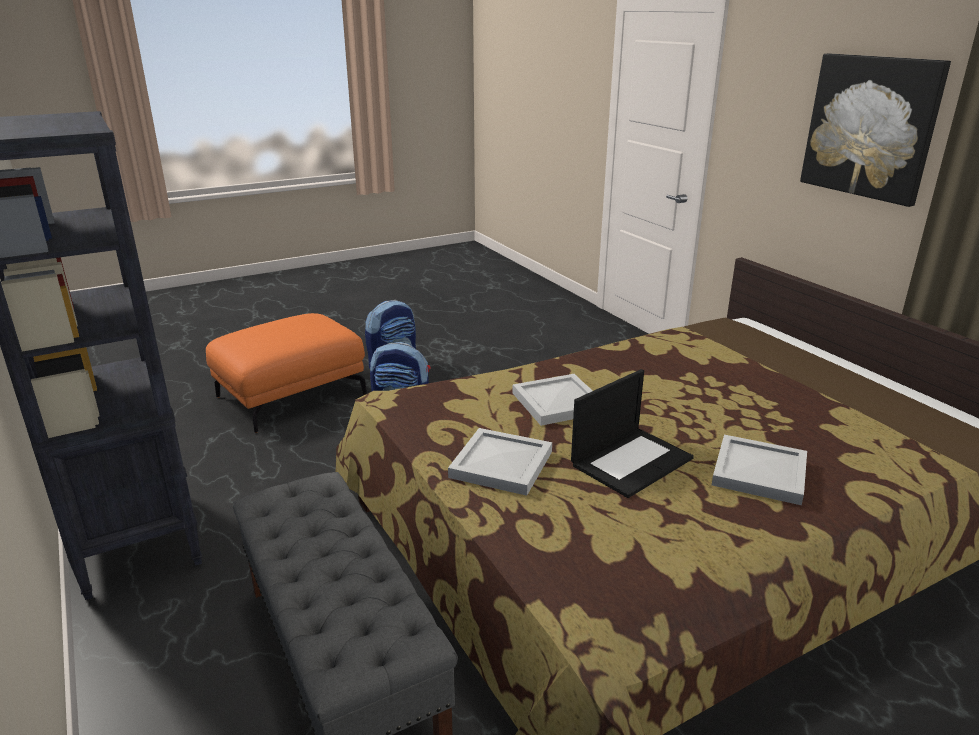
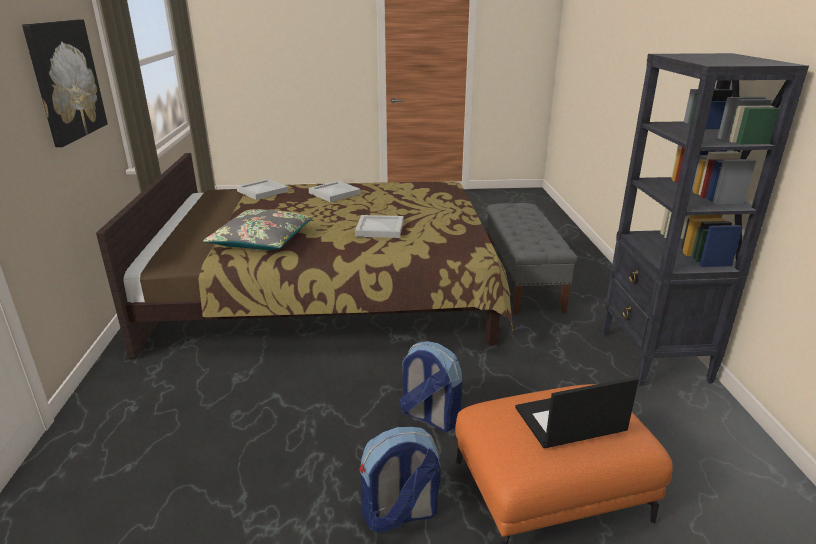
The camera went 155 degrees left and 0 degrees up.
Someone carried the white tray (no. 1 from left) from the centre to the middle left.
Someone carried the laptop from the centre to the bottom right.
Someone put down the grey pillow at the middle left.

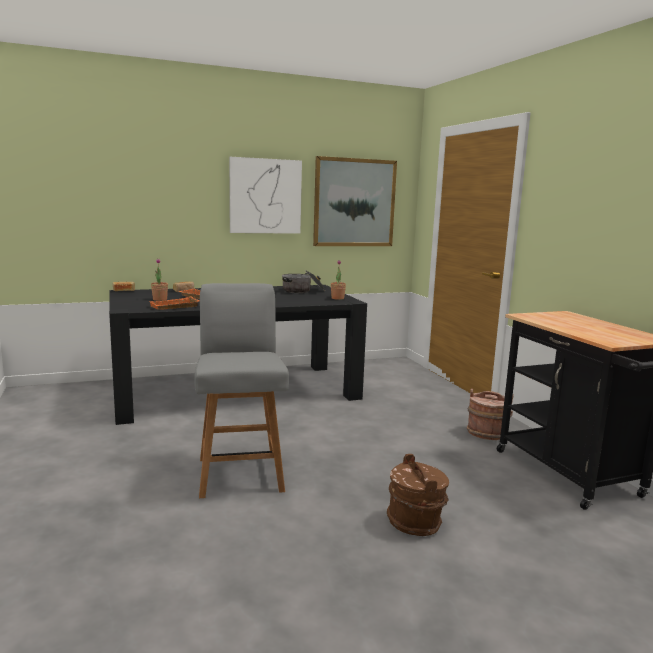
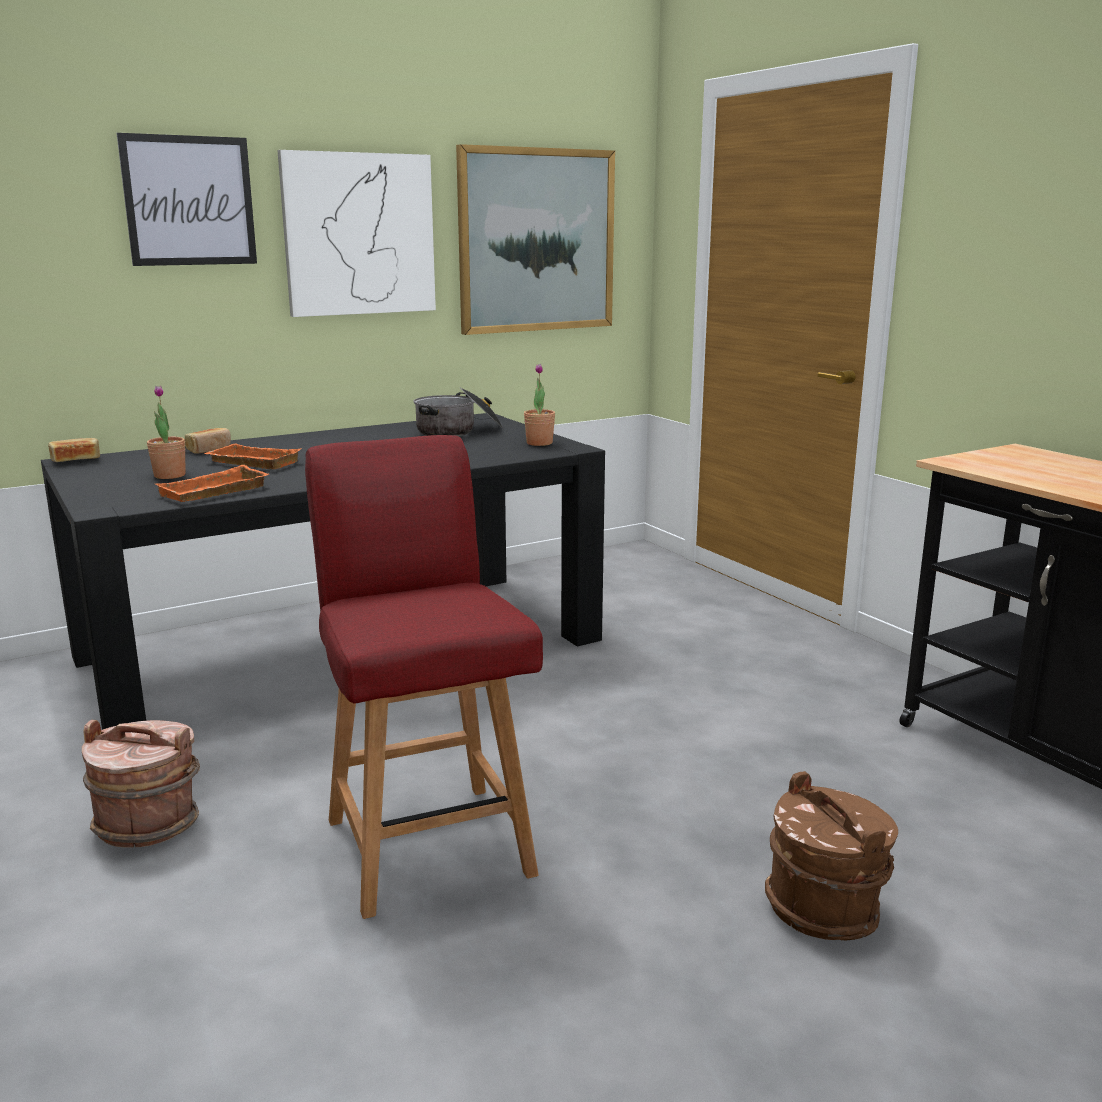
The camera went 10 degrees left and 5 degrees up.
Someone repainted the grey chair at the centre, which became the red chair at the centre.
Someone carried the brown bucket (no. 2 from left in the first image) from the middle right to the bottom left.
Someone put up the picture (no. 1 from left) at the top left.

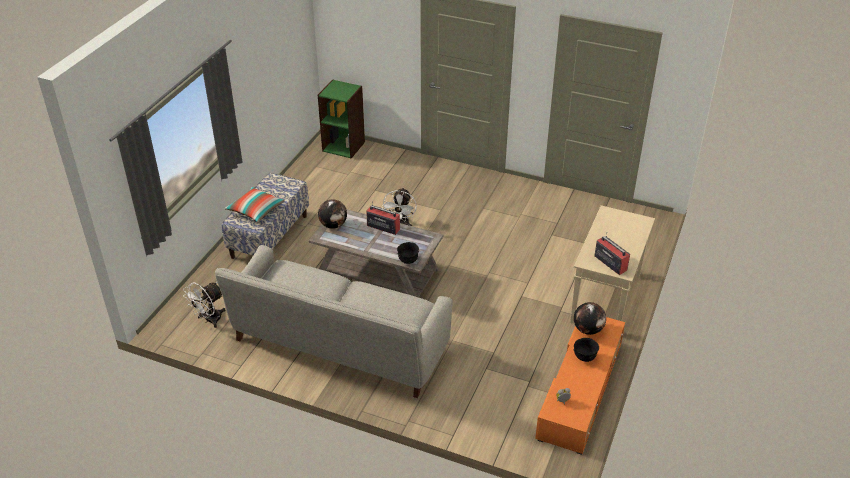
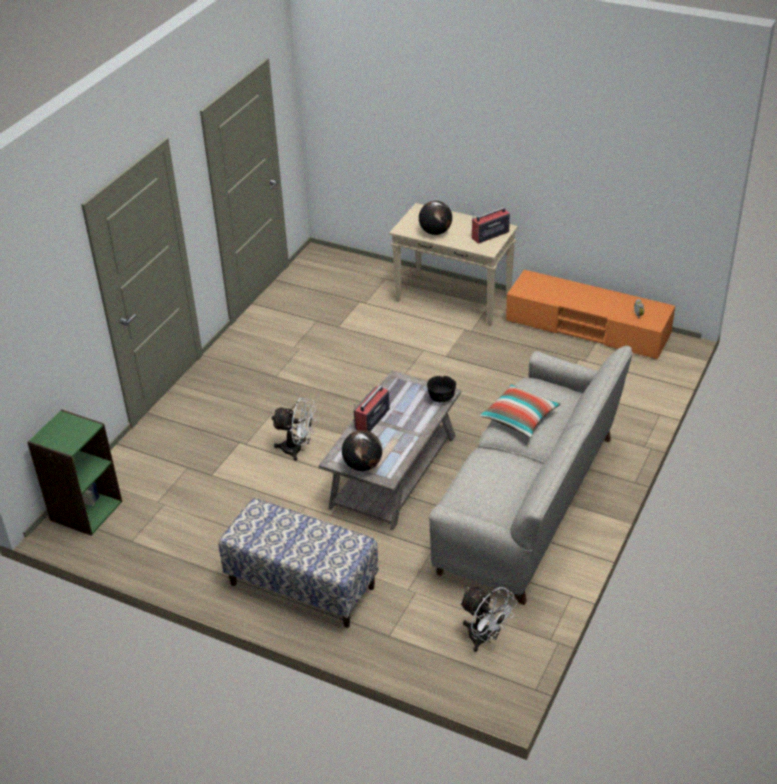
The camera went 85 degrees left and 0 degrees up.
Someone carried the pillow from the middle left to the middle right.
Someone carried the globe (no. 2 from left) from the middle right to the top centre.
Someone took away the black bowl (no. 2 from left) at the bottom right.

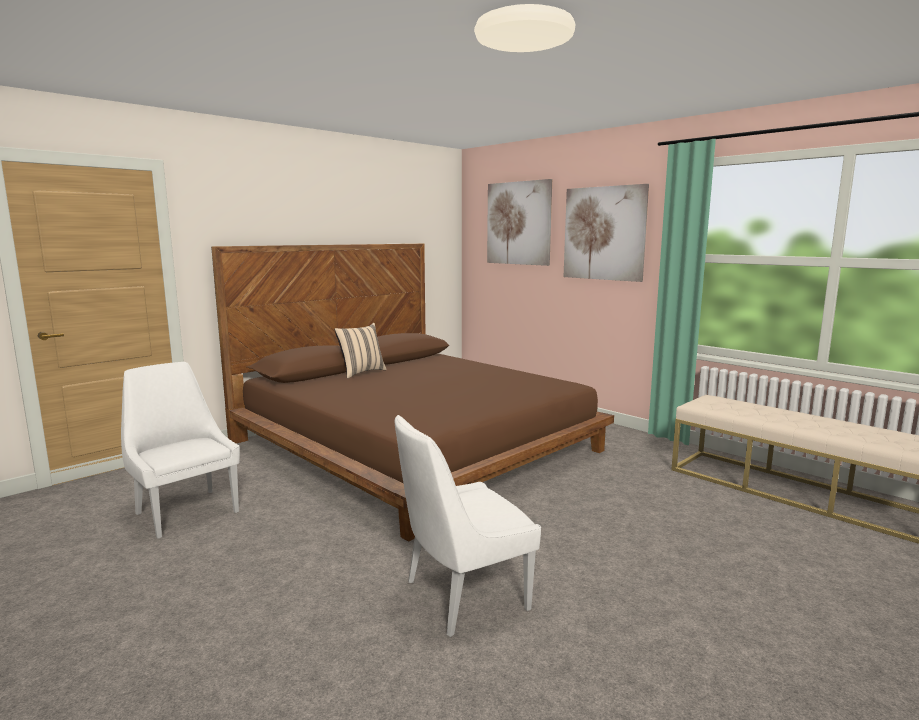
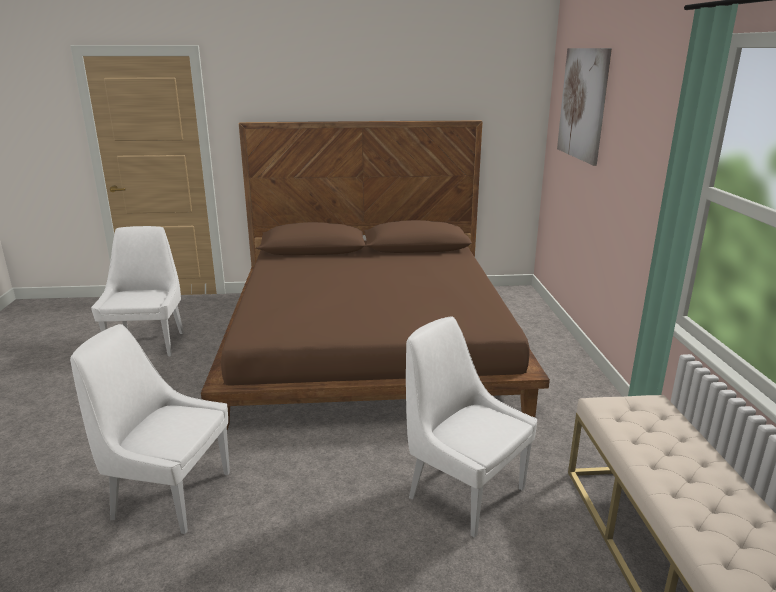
The camera went 40 degrees right and 10 degrees up.
Someone took away the beige pillow at the centre.
Someone took away the picture (no. 2 from left) at the top centre.
Someone put down the white chair (no. 3 from left) at the bottom centre.

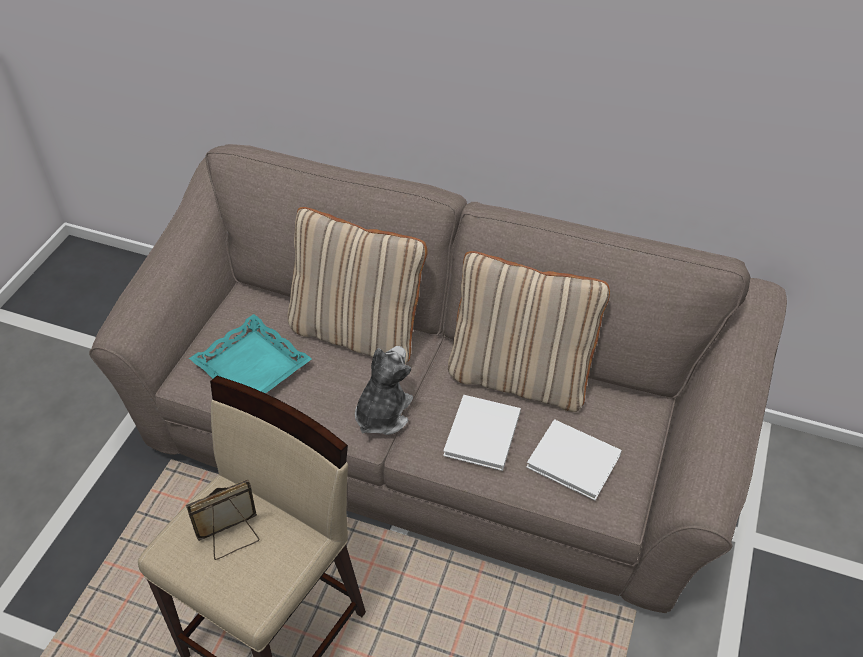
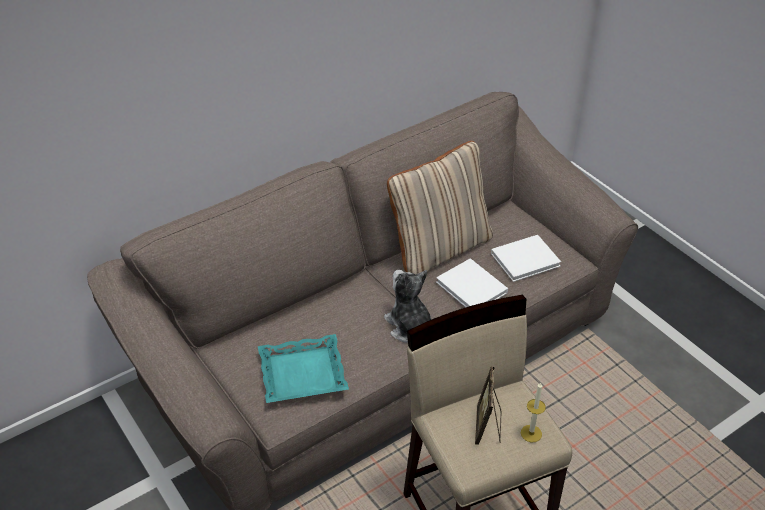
The camera went 55 degrees left and 5 degrees down.
Someone took away the beige pillow (no. 1 from left) at the centre.
Someone put down the candle at the bottom right.

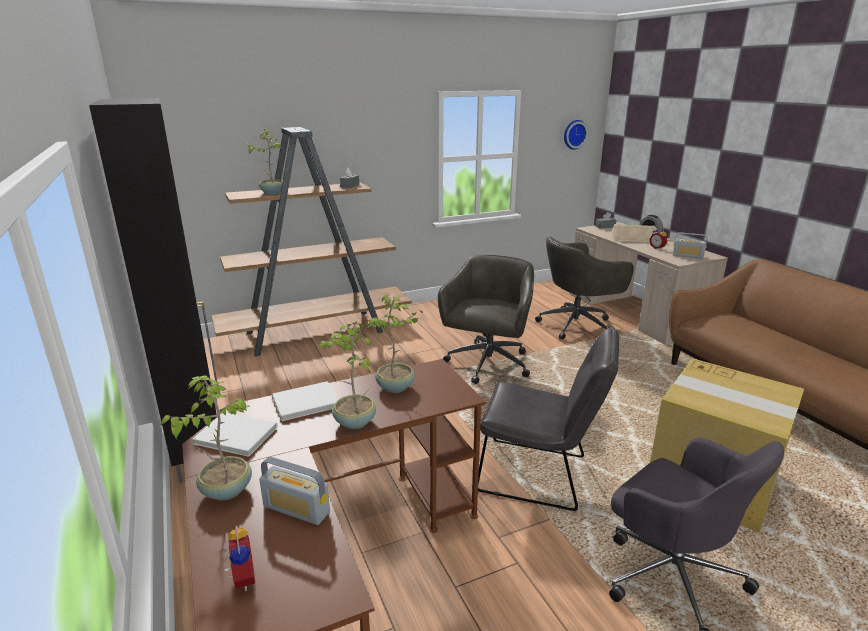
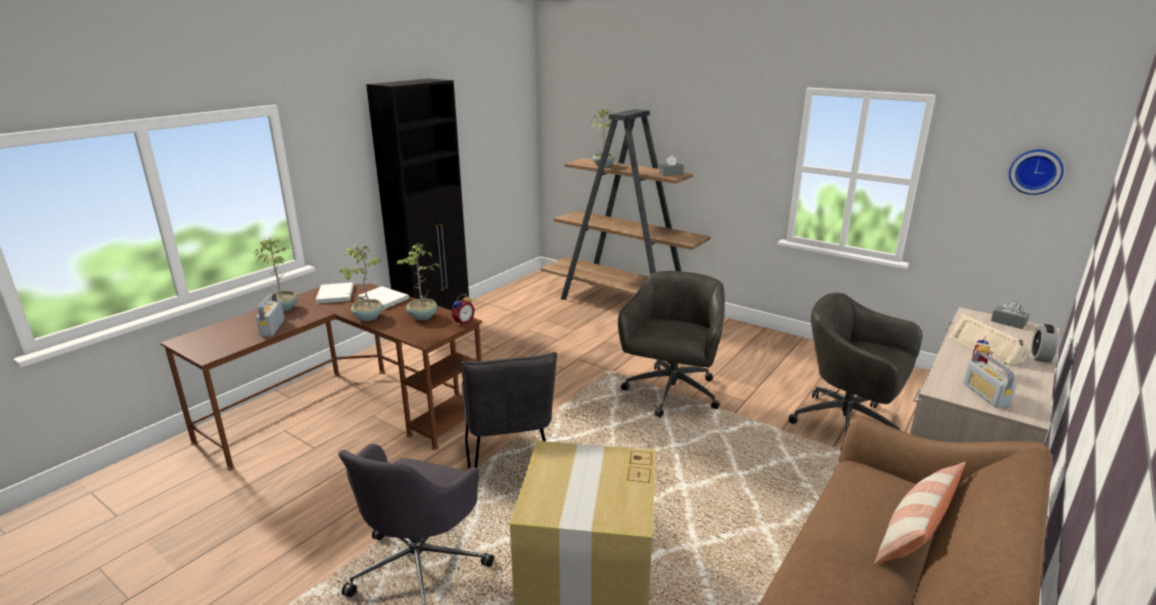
The camera went 60 degrees right and 0 degrees up.
Someone carried the alarm clock (no. 1 from left) from the bottom left to the centre.
Someone rotated the grey office chair (no. 1 from left in the first image) at the centre by 60 degrees counterclockwise.
Someone put down the pillow at the bottom right.

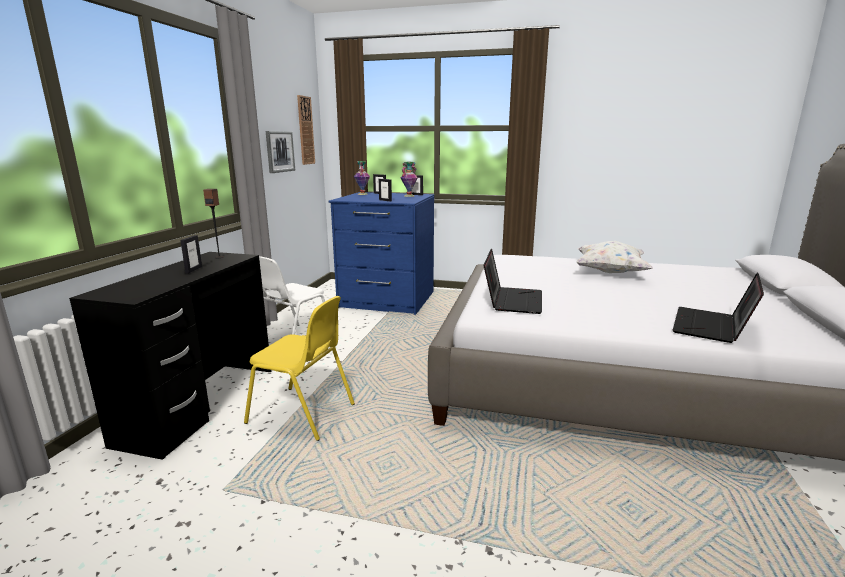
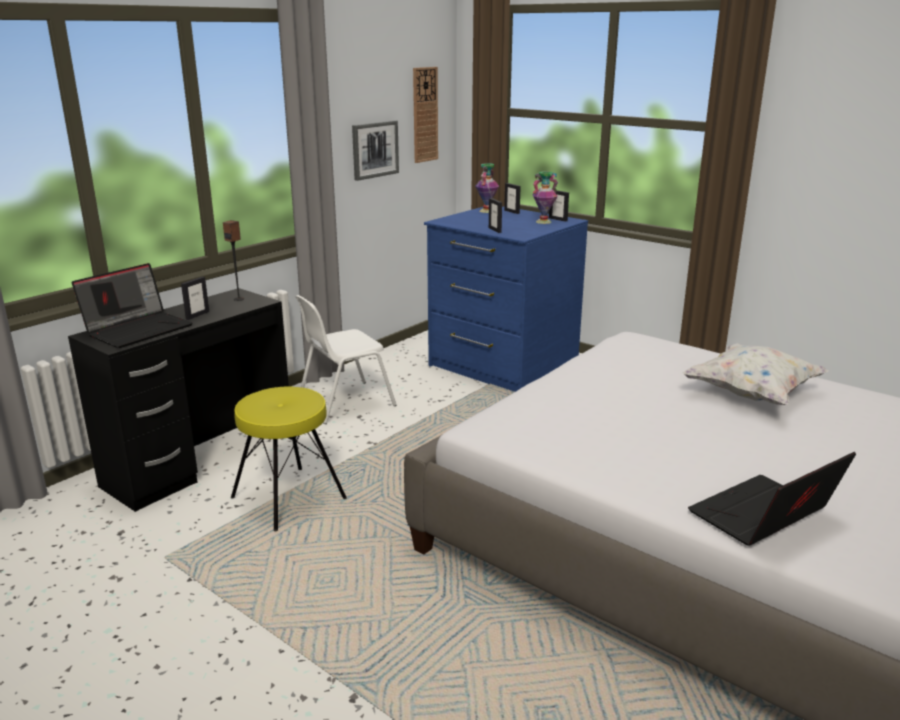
The camera went 25 degrees right and 5 degrees up.
Someone swapped the yellow chair at the centre for the yellow stool at the middle left.
Someone carried the laptop (no. 1 from left) from the centre to the middle left.

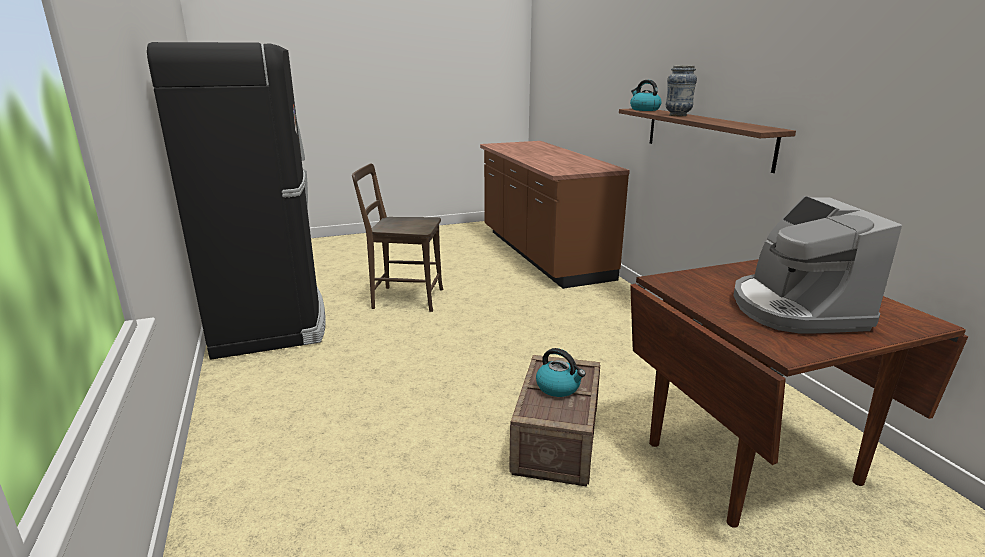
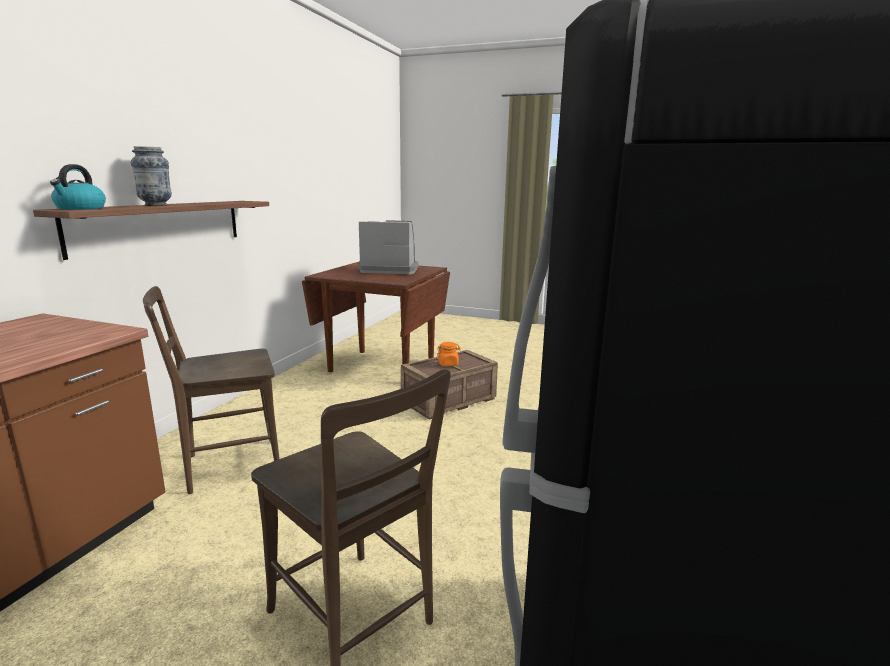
The camera went 140 degrees left and 5 degrees down.
Someone swapped the kettle (no. 1 from left) at the bottom centre for the orange jar at the centre.
Someone rotated the coffee machine at the middle right by 120 degrees counterclockwise.
Someone put down the brown chair (no. 1 from left) at the middle left.

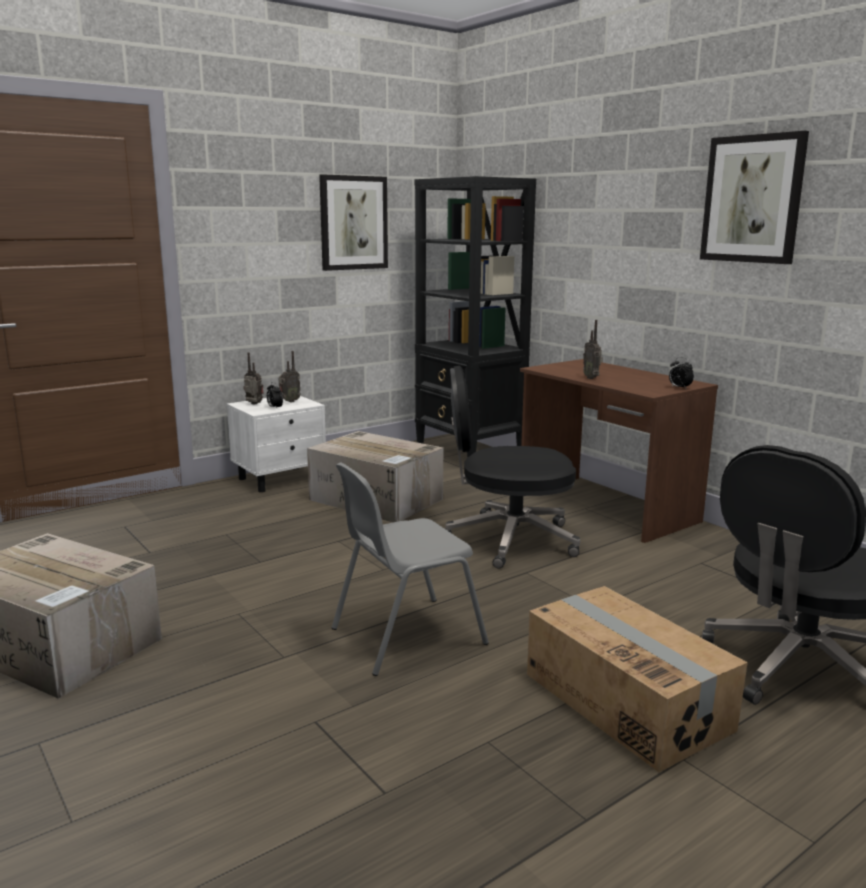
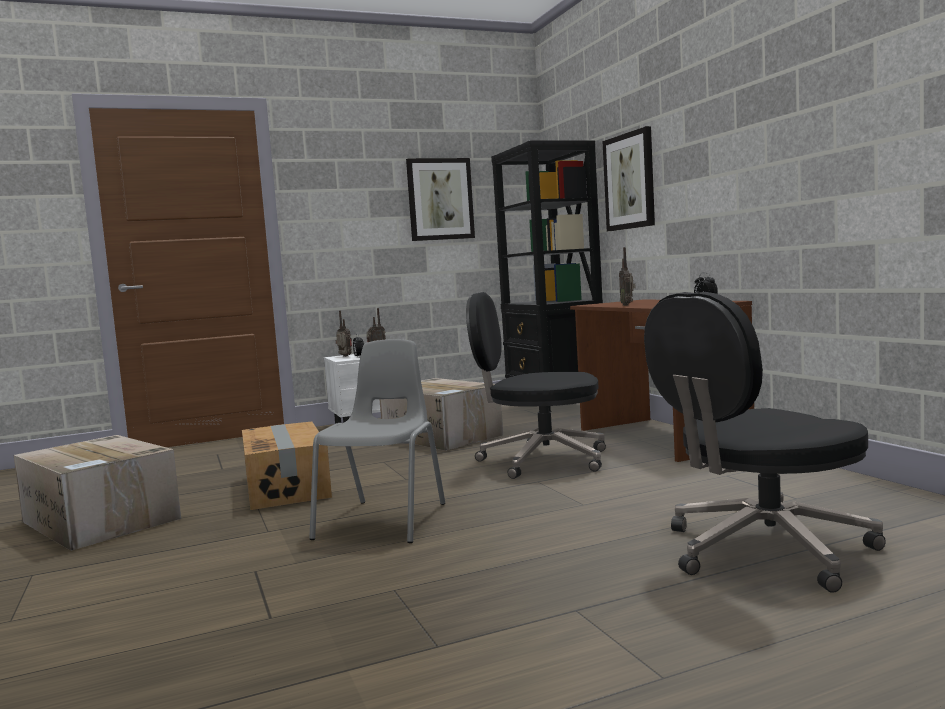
The camera went 15 degrees right and 10 degrees down.
Someone rotated the grey chair at the centre by 120 degrees clockwise.
Someone carried the cardboard box (no. 3 from left in the first image) from the bottom right to the middle left.
Someone carried the picture (no. 2 from left) from the top right to the top centre.

